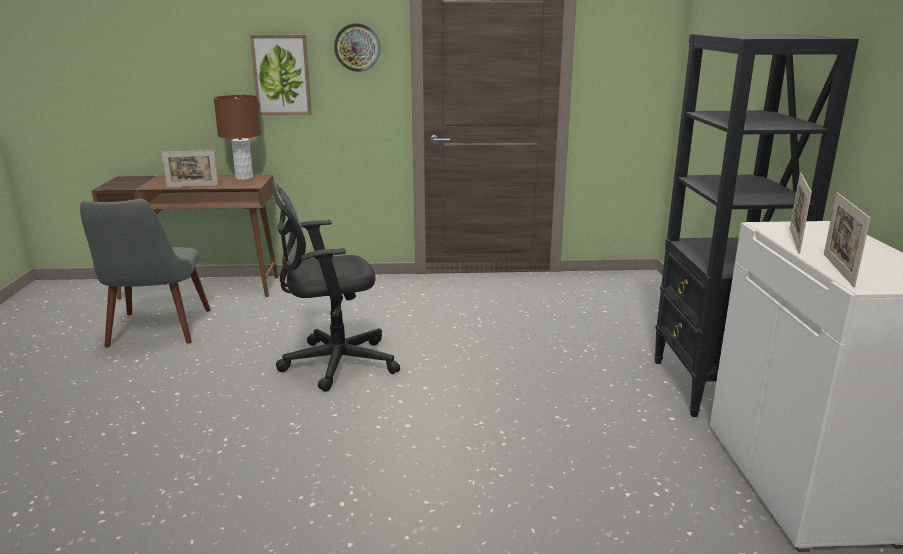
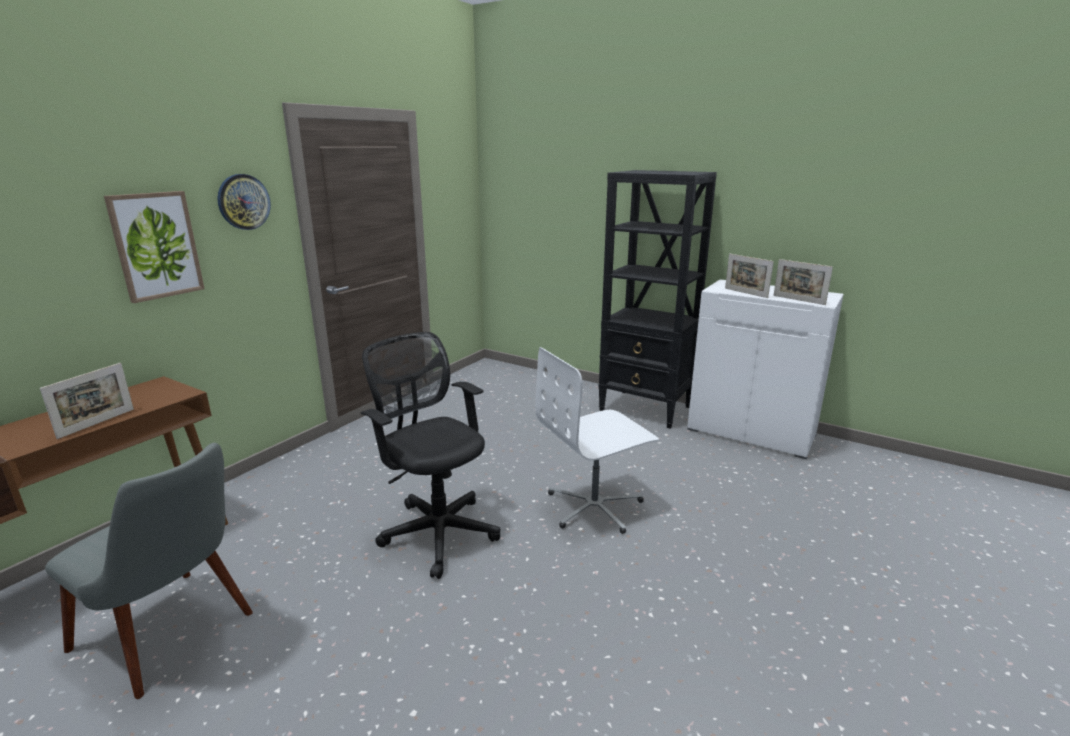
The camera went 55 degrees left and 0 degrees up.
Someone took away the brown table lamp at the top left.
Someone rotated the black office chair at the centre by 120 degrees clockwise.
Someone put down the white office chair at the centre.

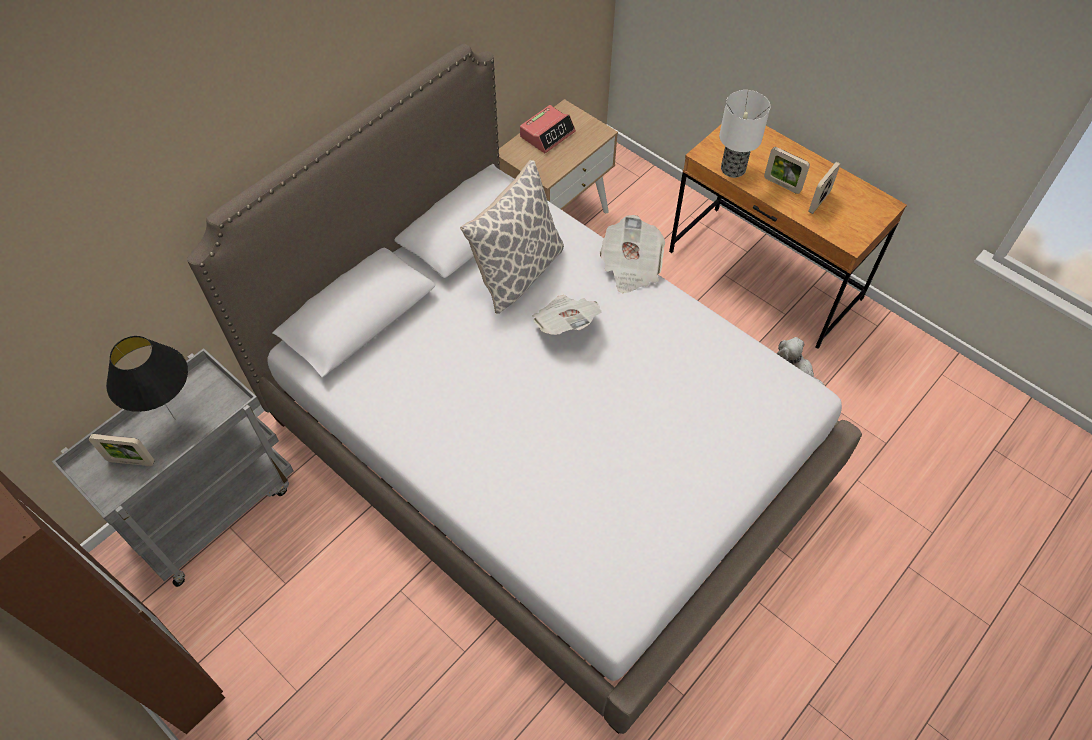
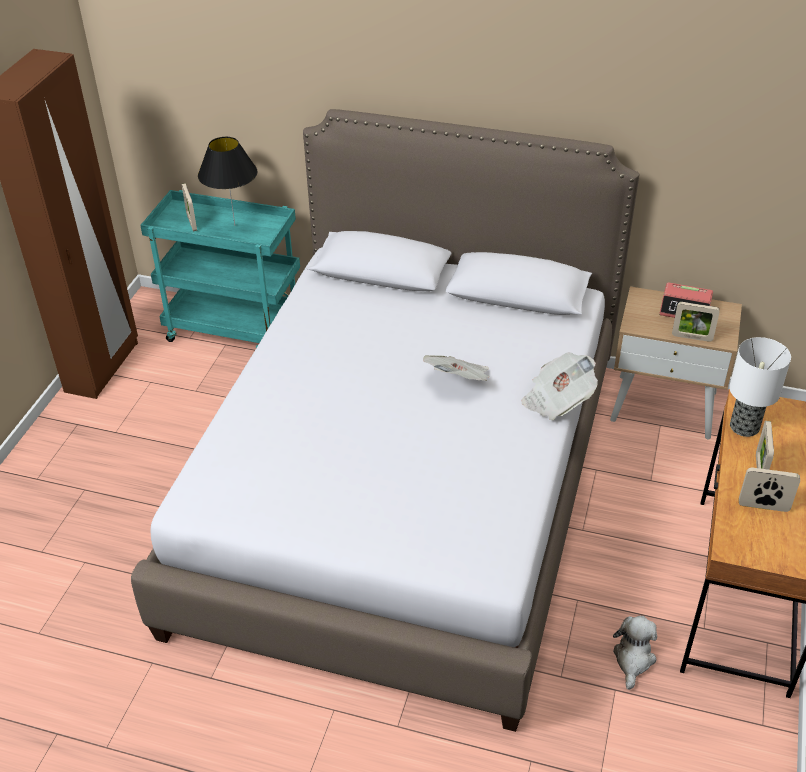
The camera went 65 degrees right and 15 degrees down.
Someone repainted the grey cart at the middle left, which became the turquoise cart at the middle left.
Someone took away the pillow at the top centre.
Someone put down the picture frame (no. 2 from left) at the middle right.

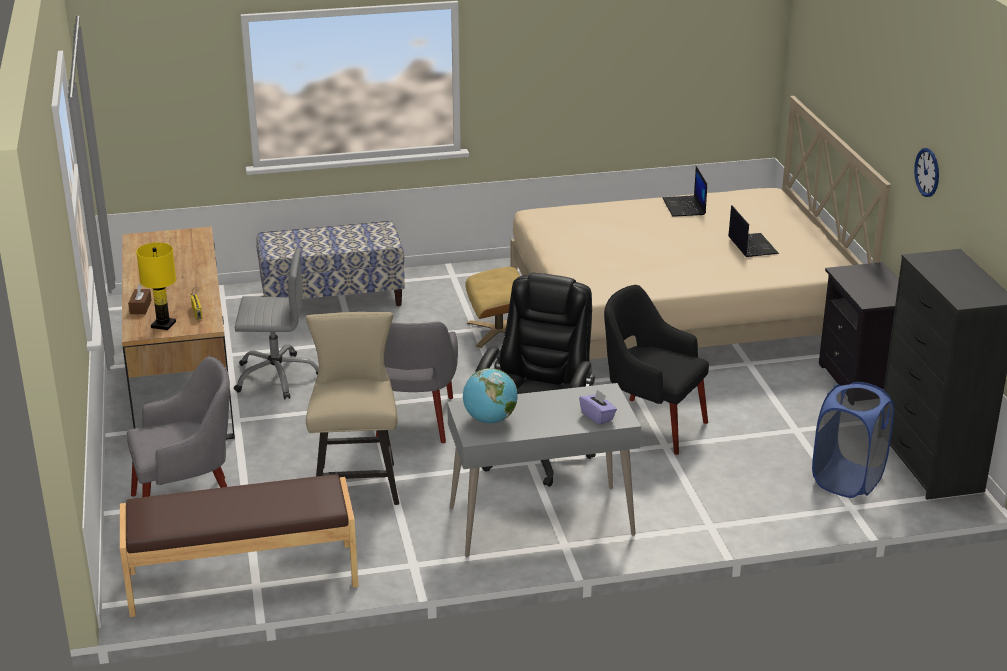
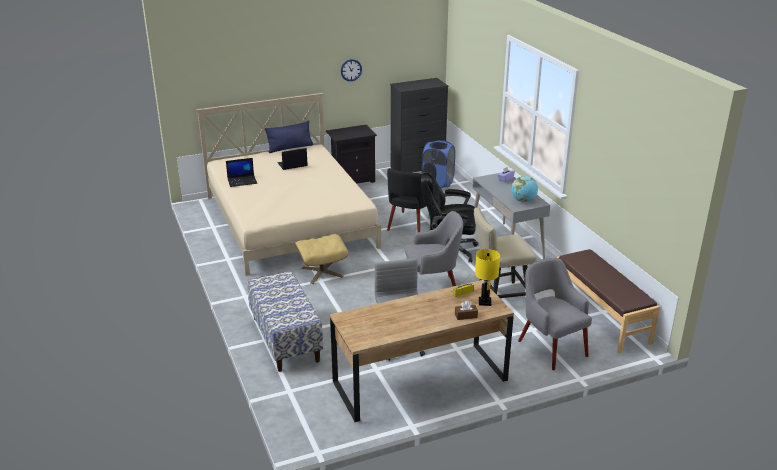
The camera went 100 degrees left and 0 degrees up.
Someone put down the blue pillow at the top centre.

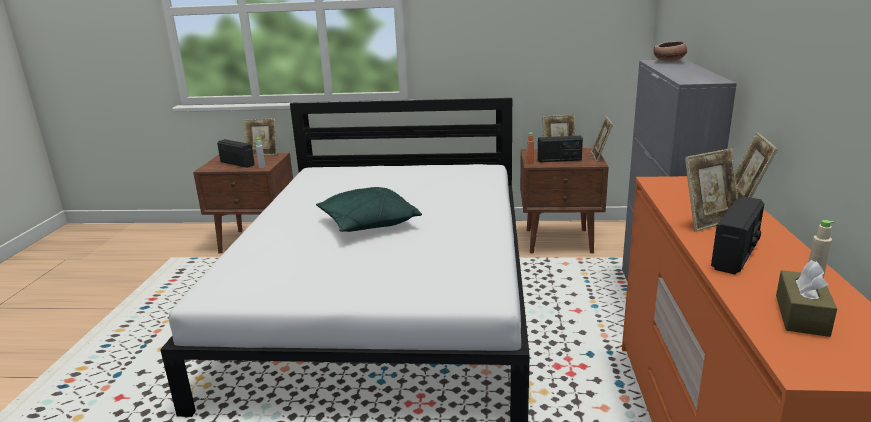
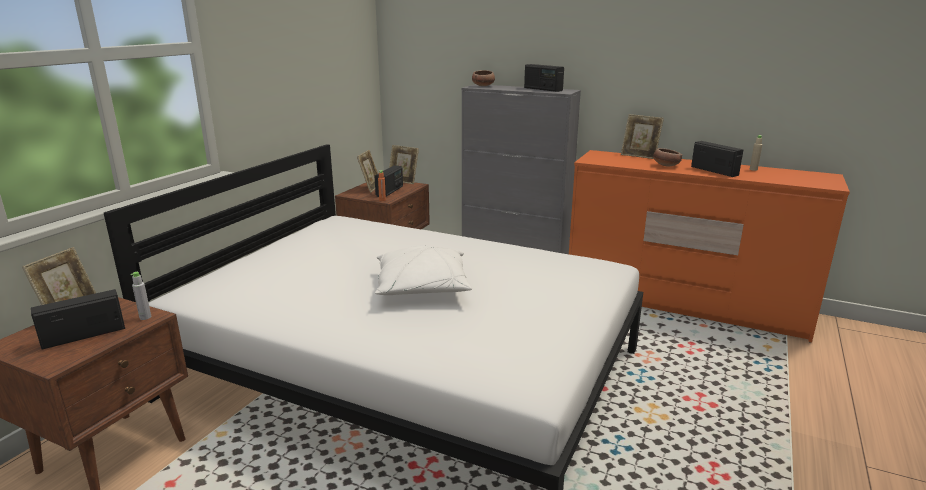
The camera went 70 degrees left and 0 degrees up.
Someone repainted the green pillow at the centre, which became the white pillow at the centre.
Someone swapped the picture frame (no. 4 from left) at the middle right for the bowl (no. 2 from left) at the top right.
Someone took away the brown tissue box at the bottom right.
Someone put down the radio (no. 3 from left) at the top centre.

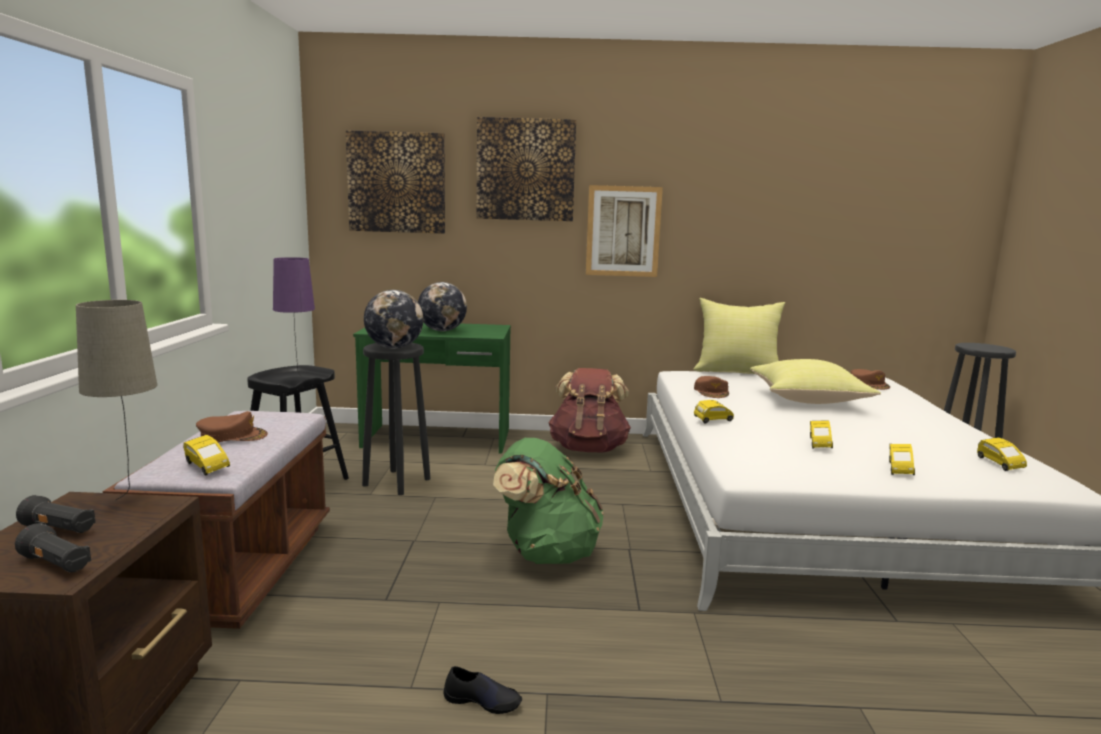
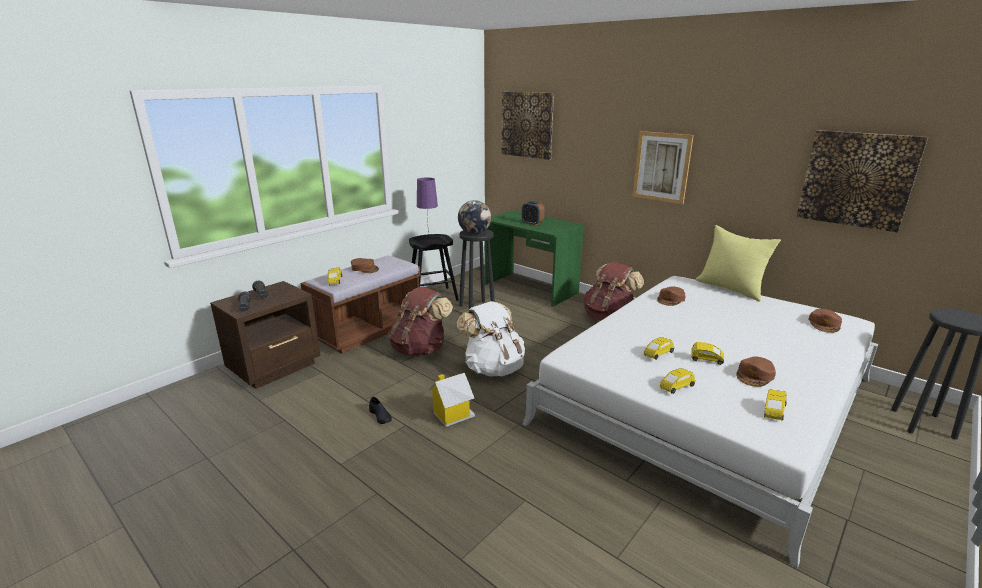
The camera went 40 degrees right and 10 degrees up.
Someone took away the beige table lamp at the middle left.
Someone swapped the globe (no. 2 from left) at the centre for the alarm clock at the centre.
Someone carried the picture (no. 2 from left in the first image) from the top centre to the top right.
Someone repainted the green backpack at the bottom centre, which became the white backpack at the centre.
Someone carried the yellow toy car (no. 2 from left in the first image) from the centre to the middle right.
Someone took away the yellow pillow (no. 2 from left) at the middle right.
Someone put down the brown backpack (no. 1 from left) at the centre.
Someone put down the toy house at the bottom centre.
Someone put down the brown cap (no. 3 from left) at the middle right.

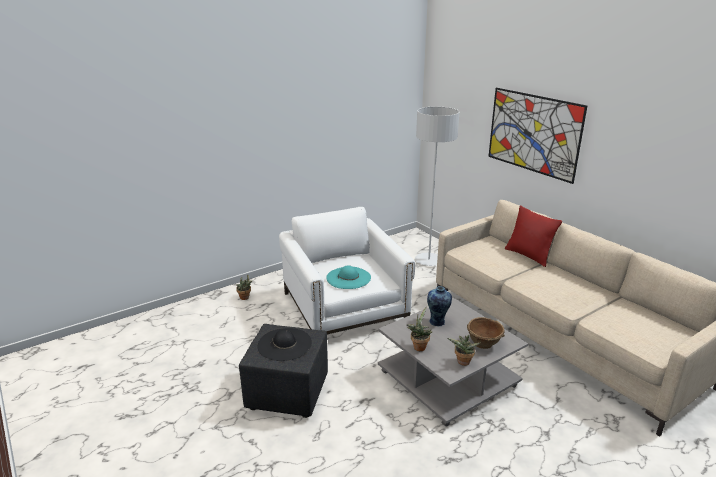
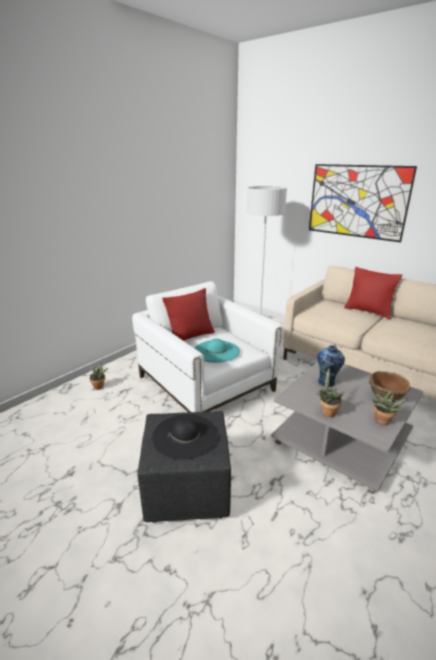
The camera went 15 degrees left and 0 degrees up.
Someone put down the red pillow (no. 1 from left) at the centre.

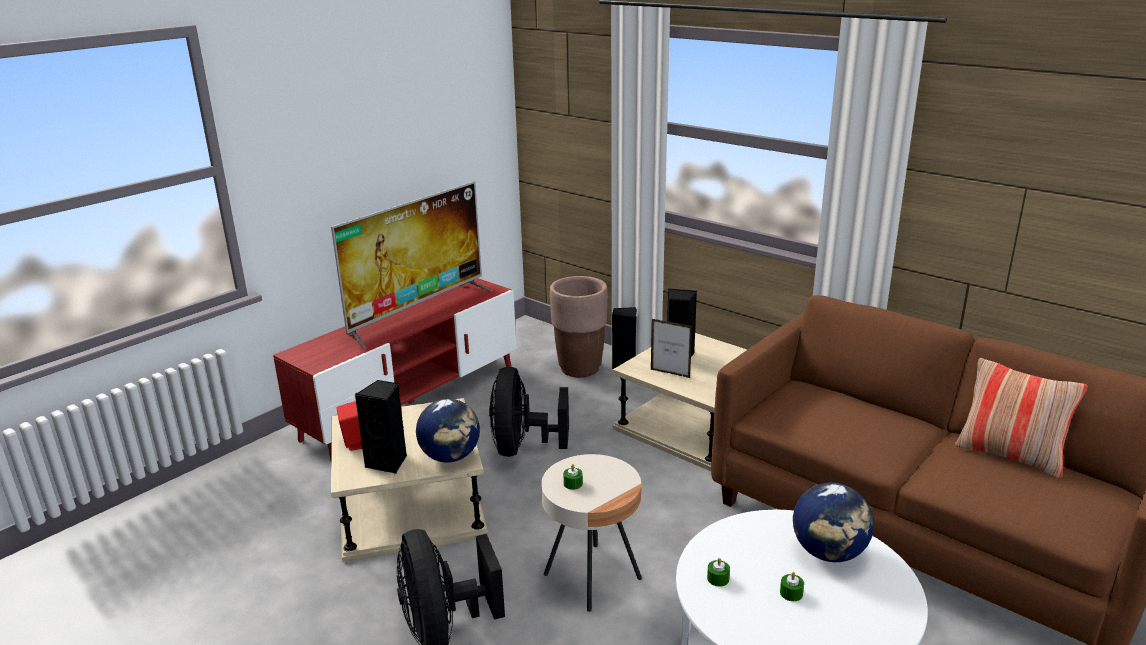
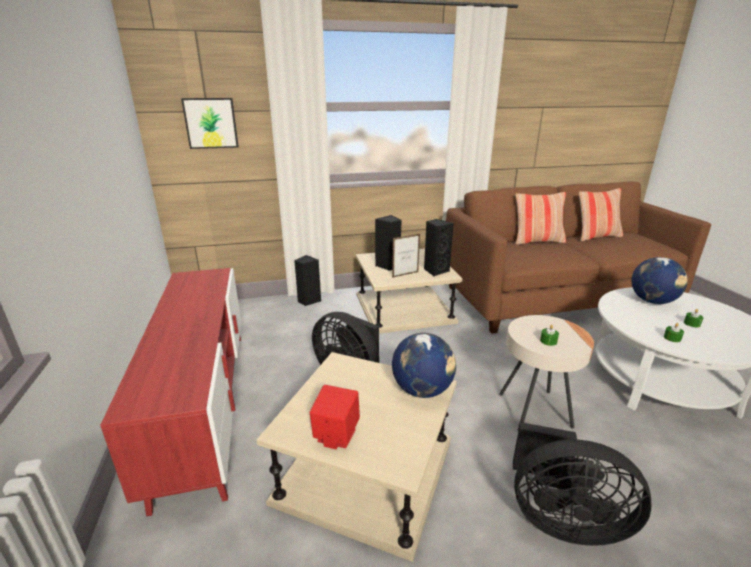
The camera went 55 degrees left and 0 degrees up.
Someone took away the television at the centre.
Someone carried the black speaker (no. 1 from left in the first image) from the middle left to the centre.
Someone took away the brown planter at the centre.
Someone put up the picture at the top left.
Someone put down the pillow (no. 1 from left) at the middle right.

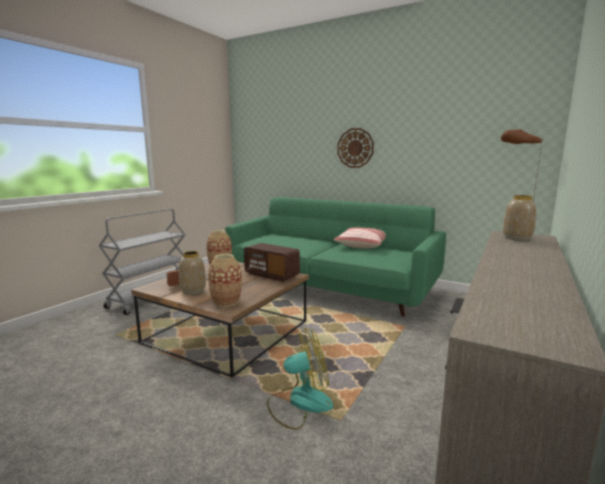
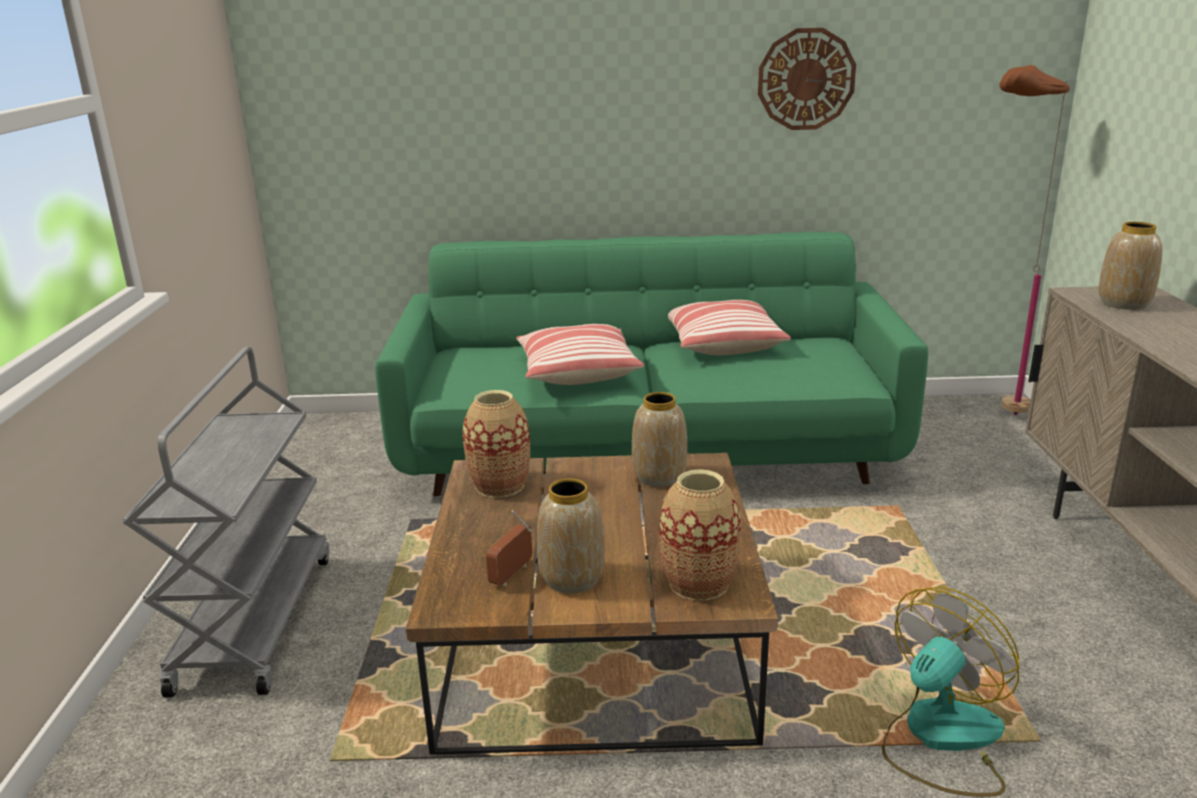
The camera went 30 degrees left and 10 degrees up.
Someone swapped the radio (no. 2 from left) at the centre for the vase (no. 3 from left) at the centre.
Someone carried the wall clock from the top centre to the top right.
Someone put down the pillow (no. 1 from left) at the centre.

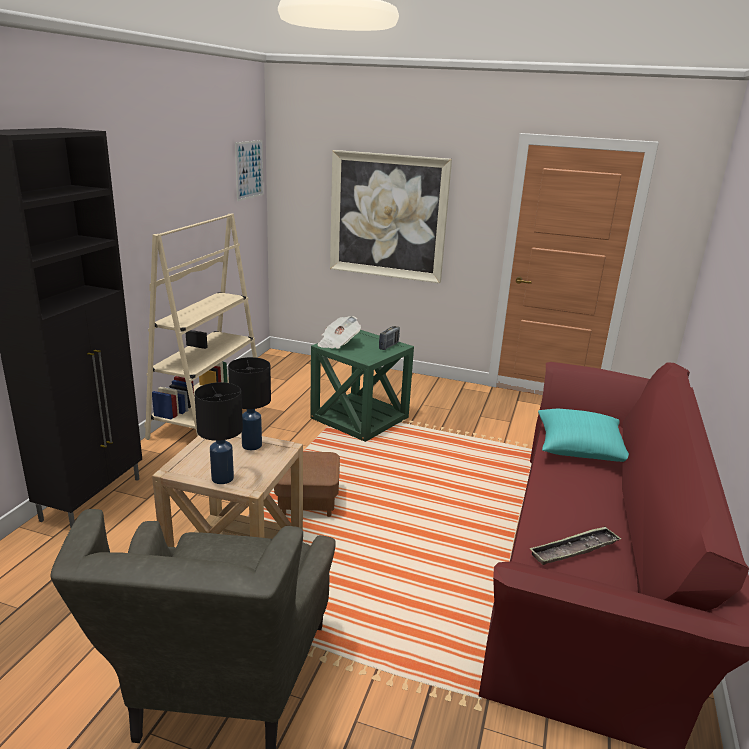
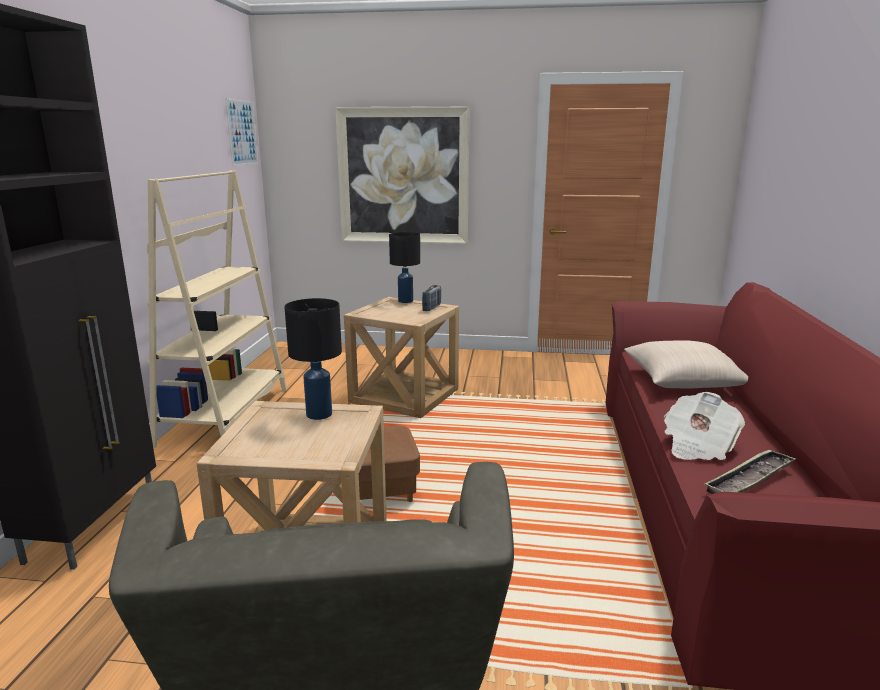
The camera went 10 degrees left and 5 degrees down.
Someone carried the black table lamp (no. 1 from left in the first image) from the middle left to the centre.
Someone repainted the green side table at the centre, which became the beige side table (no. 2 from left) at the centre.
Someone carried the newspaper from the centre to the middle right.
Someone repainted the turquoise pillow at the middle right, which became the beige pillow at the middle right.

